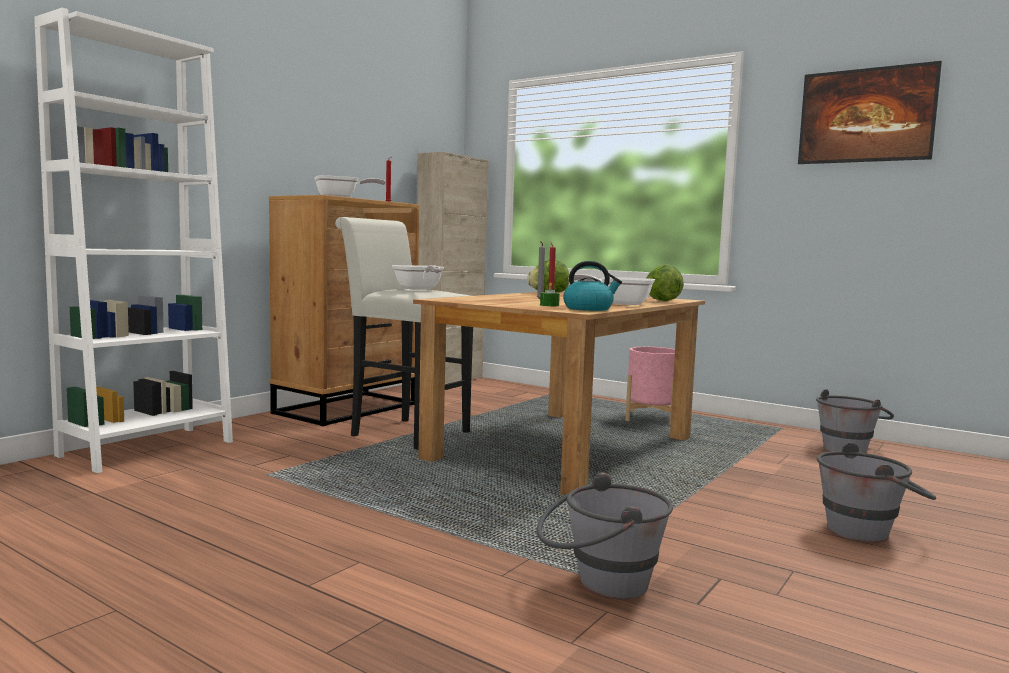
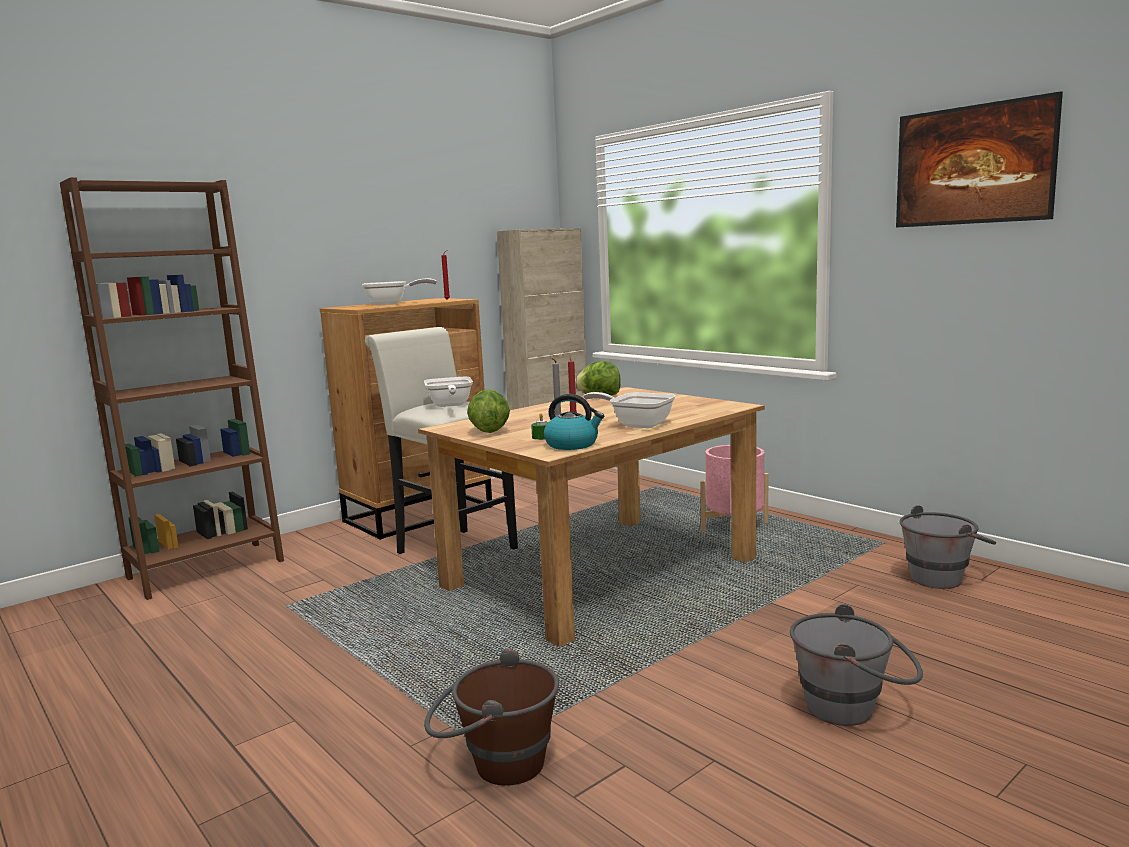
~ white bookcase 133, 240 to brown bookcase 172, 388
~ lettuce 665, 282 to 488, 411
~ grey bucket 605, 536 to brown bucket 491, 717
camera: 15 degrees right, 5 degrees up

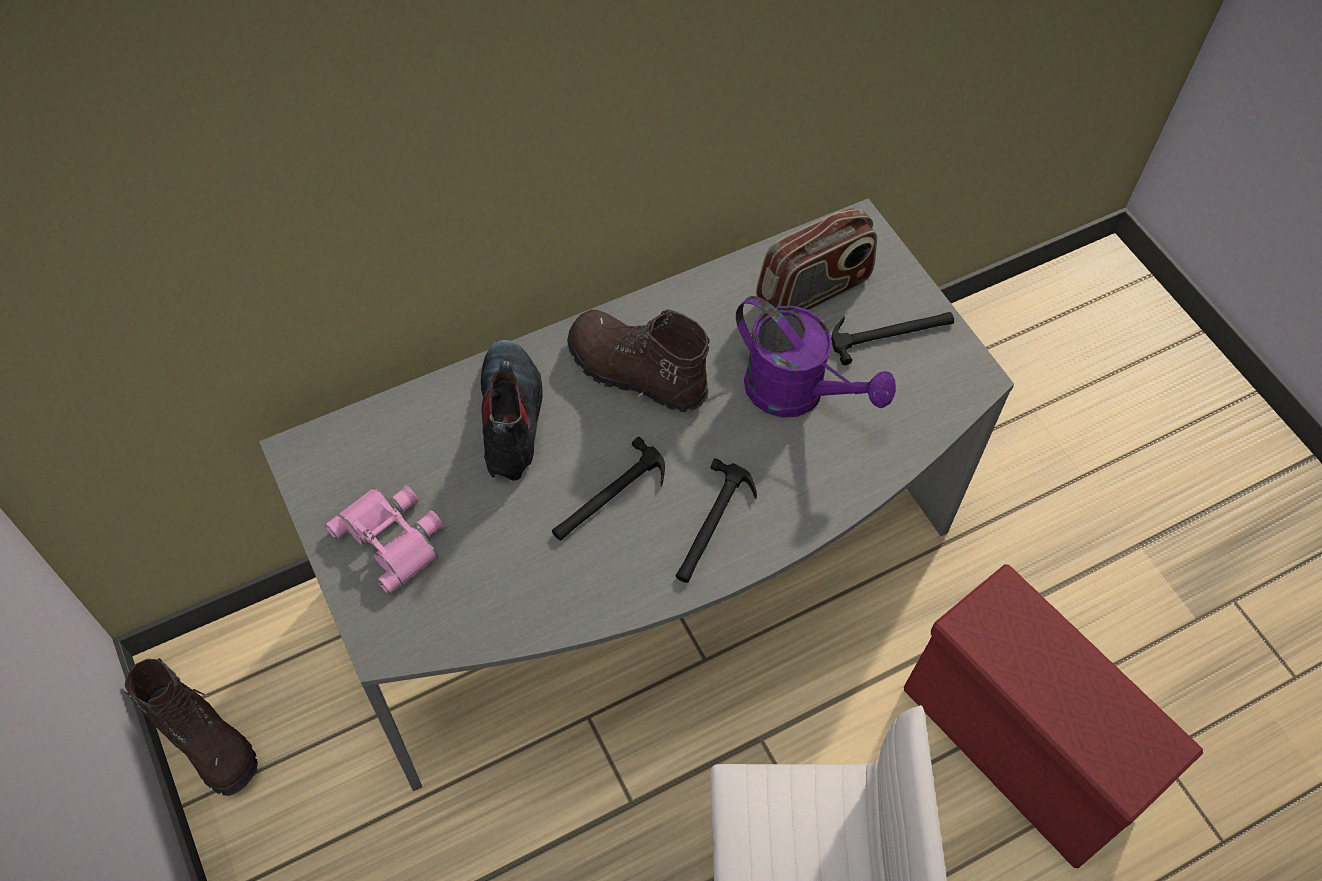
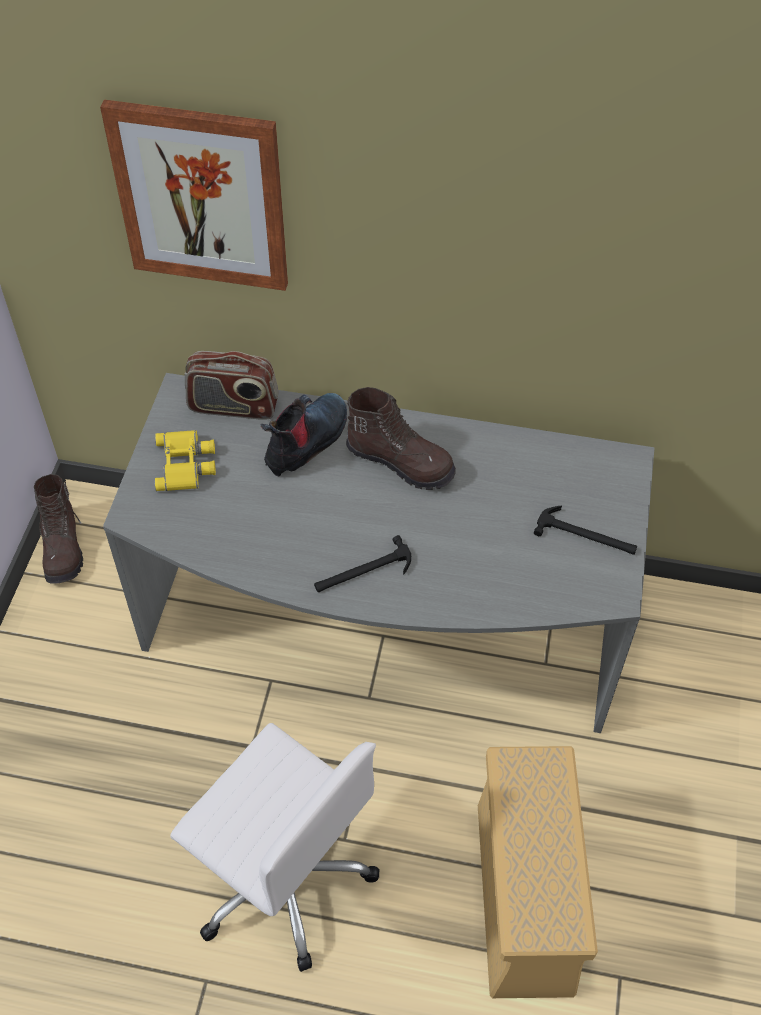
~ radio 816, 258 to 232, 385
- purple watering can 816, 357
~ brown boot 638, 360 = 401, 438 135 degrees clockwise
- hammer 608, 488
~ pink binoculars 384, 540 to yellow binoculars 185, 460
~ red storage box 1053, 716 to beige storage box 538, 872
+ picture 194, 195
camera: 40 degrees right, 5 degrees down

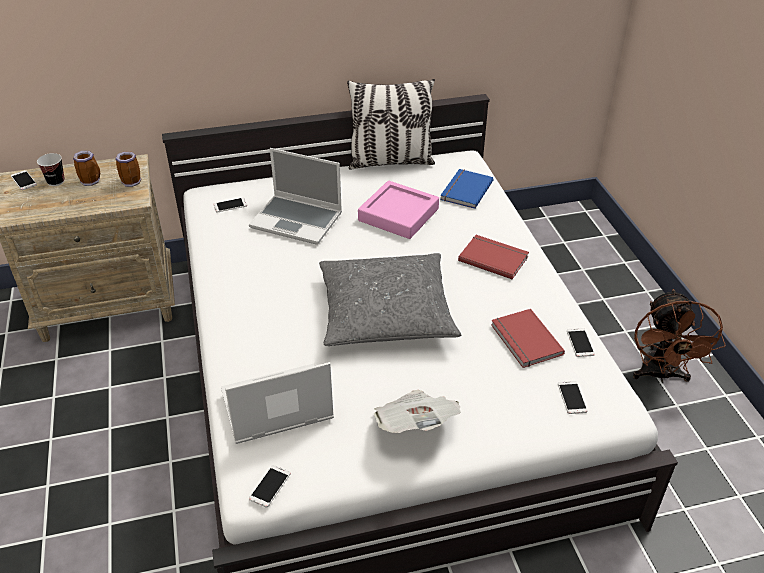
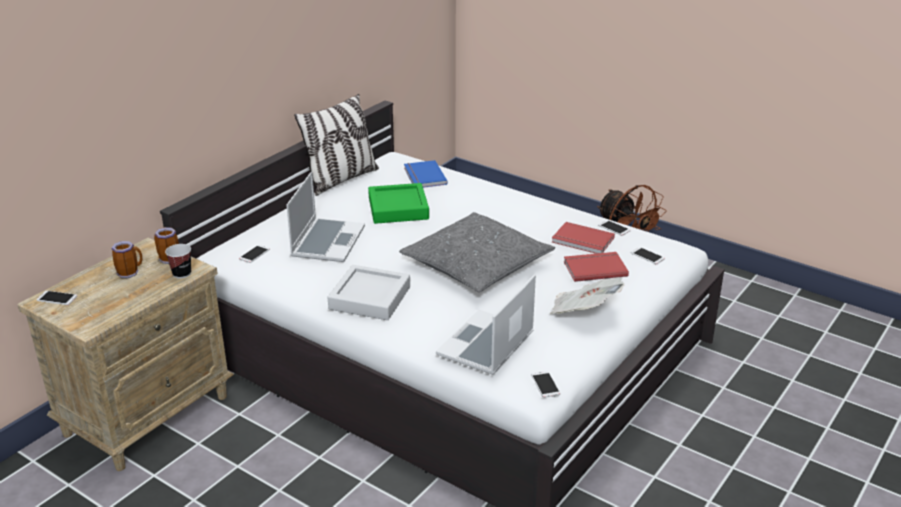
~ laptop 295, 196 = 325, 217 60 degrees counterclockwise
~ cup 51, 169 to 178, 261
~ pink tray 398, 209 to green tray 398, 203
~ red book 493, 257 to 596, 267
+ grey tray 369, 292
camera: 40 degrees left, 10 degrees down

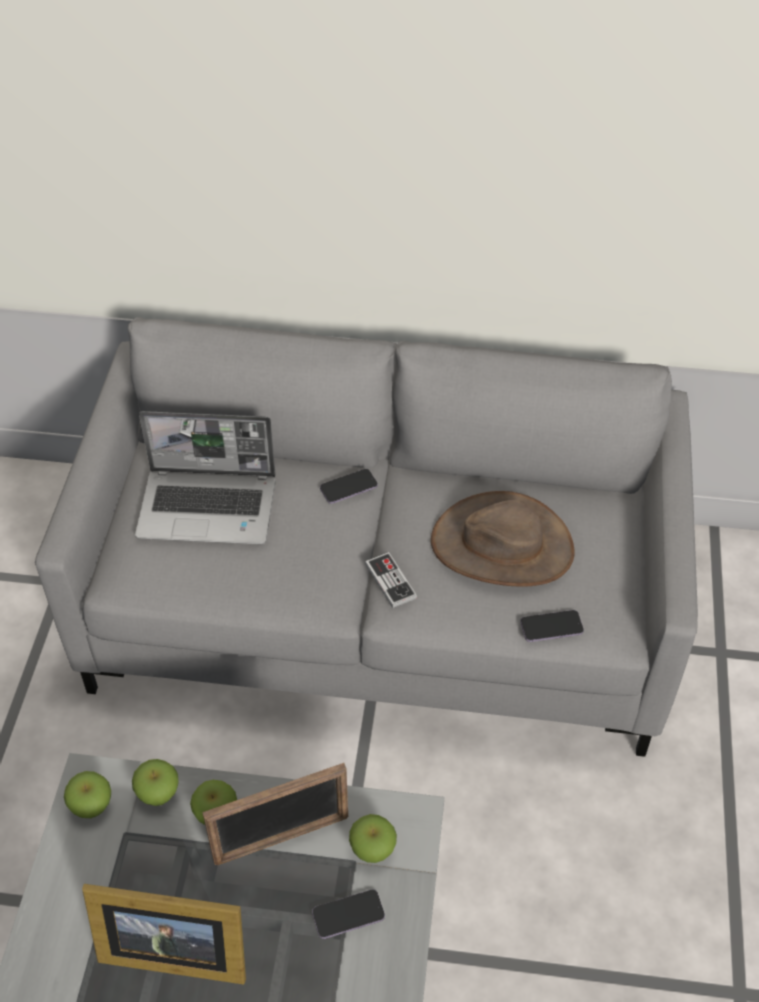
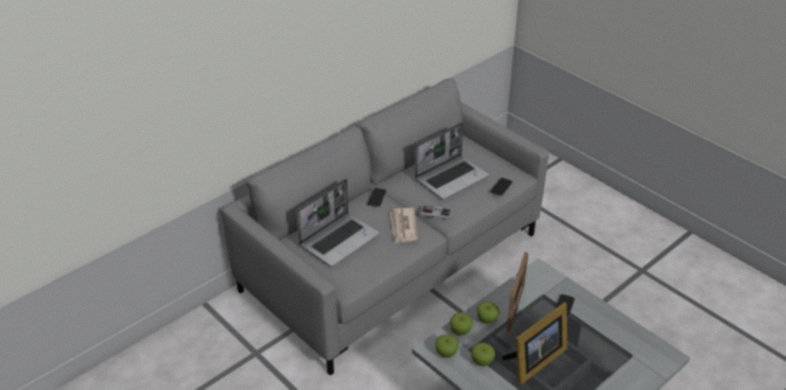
~ brown hat 502, 539 to laptop 452, 160
~ apple 373, 838 to 483, 354
+ newspaper 404, 225
camera: 50 degrees left, 10 degrees down

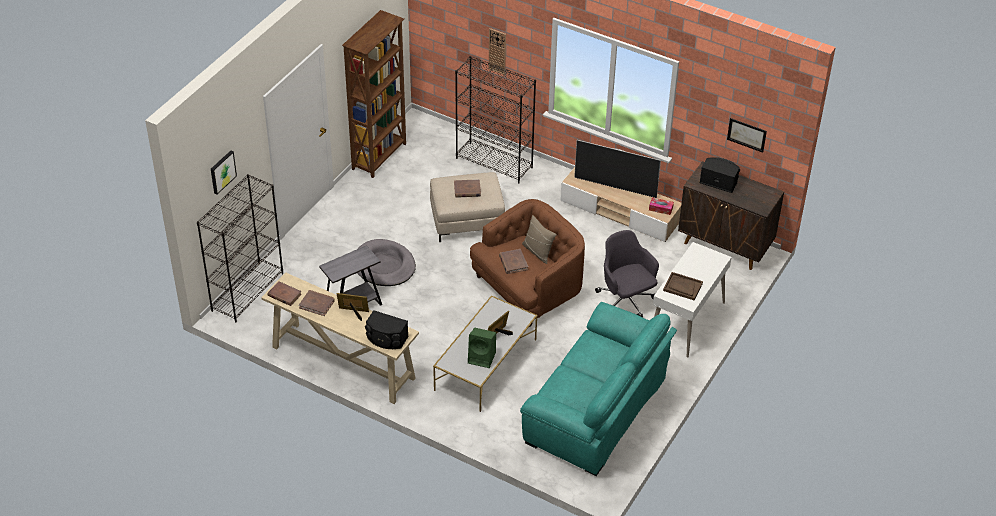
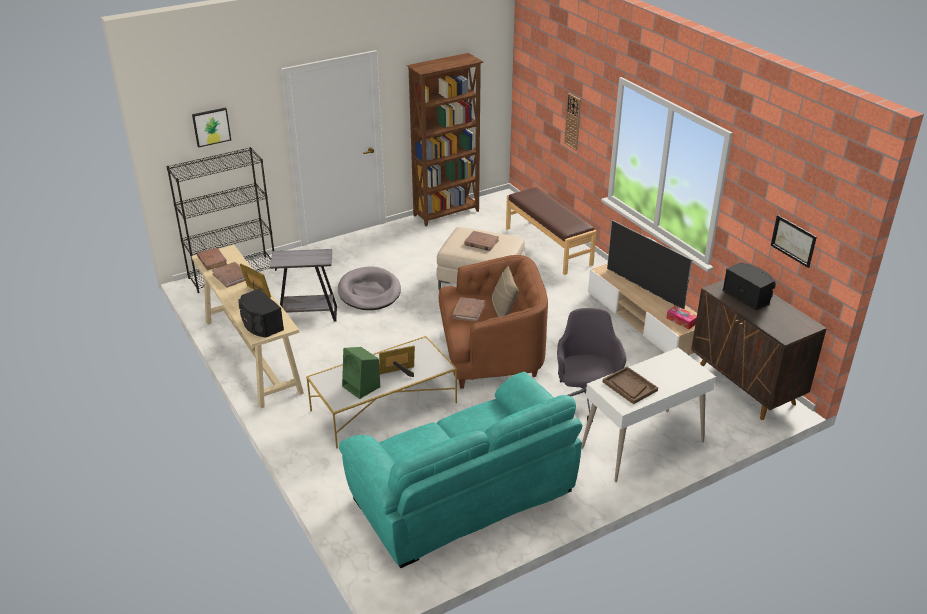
~ black bookcase 495, 119 to brown bench 551, 231
camera: 30 degrees right, 10 degrees down

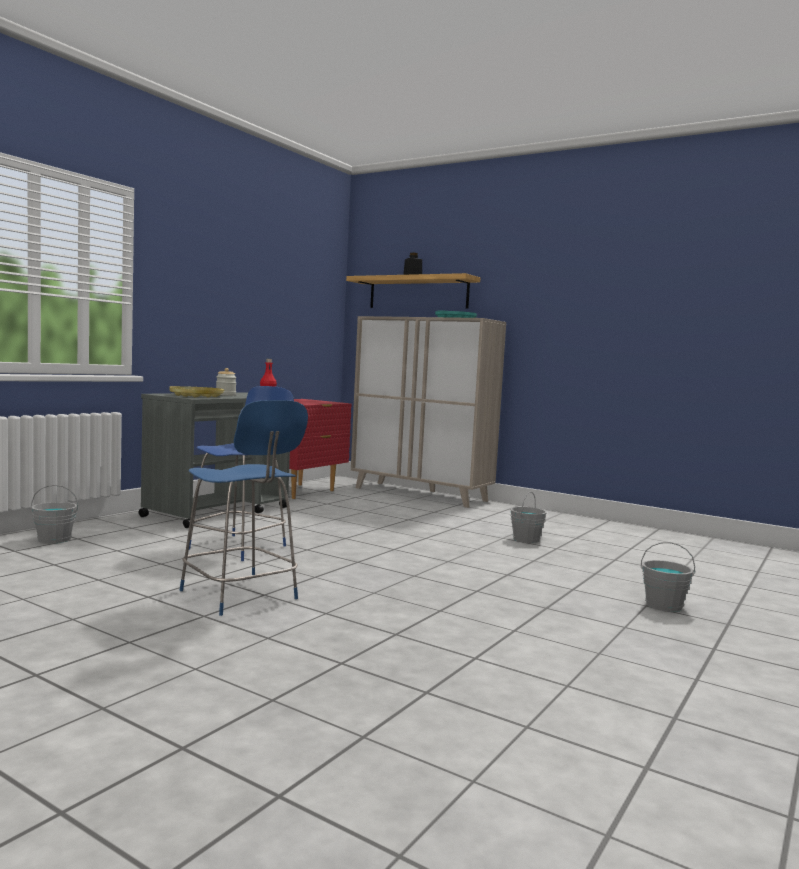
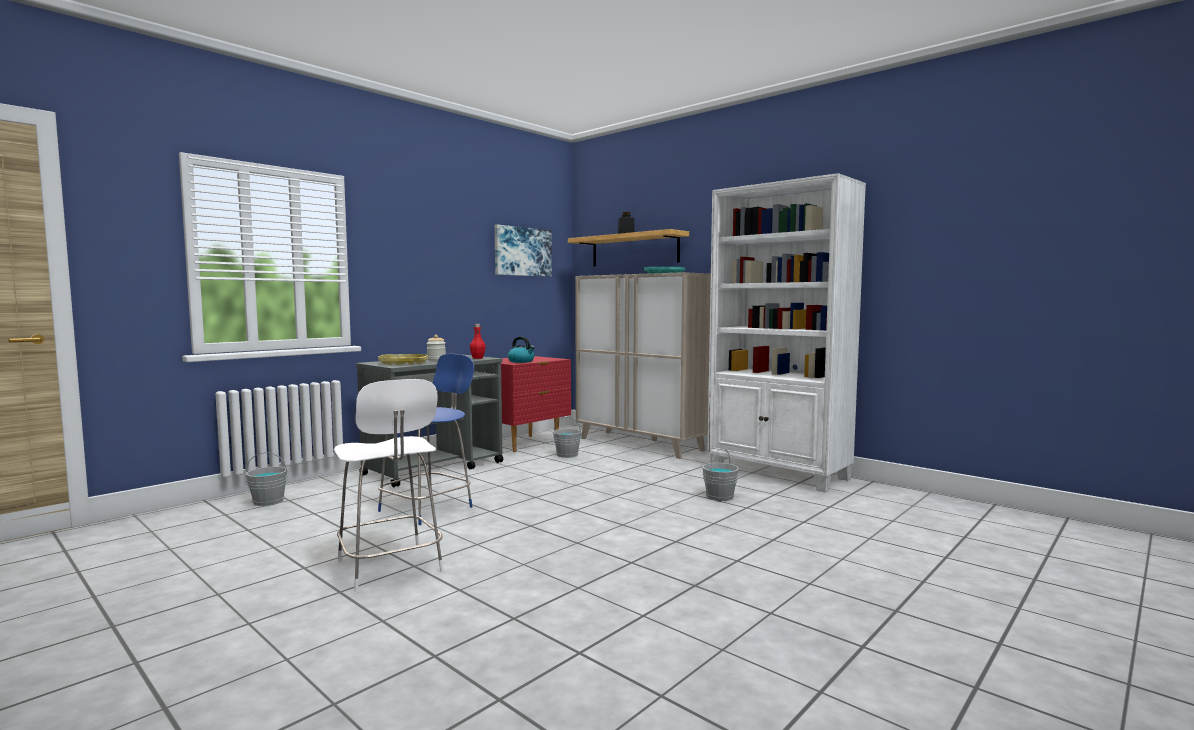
~ blue chair 243, 508 to white chair 389, 485
~ grey bucket 668, 577 to 567, 437
+ white bookcase 786, 333
+ picture 523, 251
+ kettle 521, 349
camera: 10 degrees right, 0 degrees up

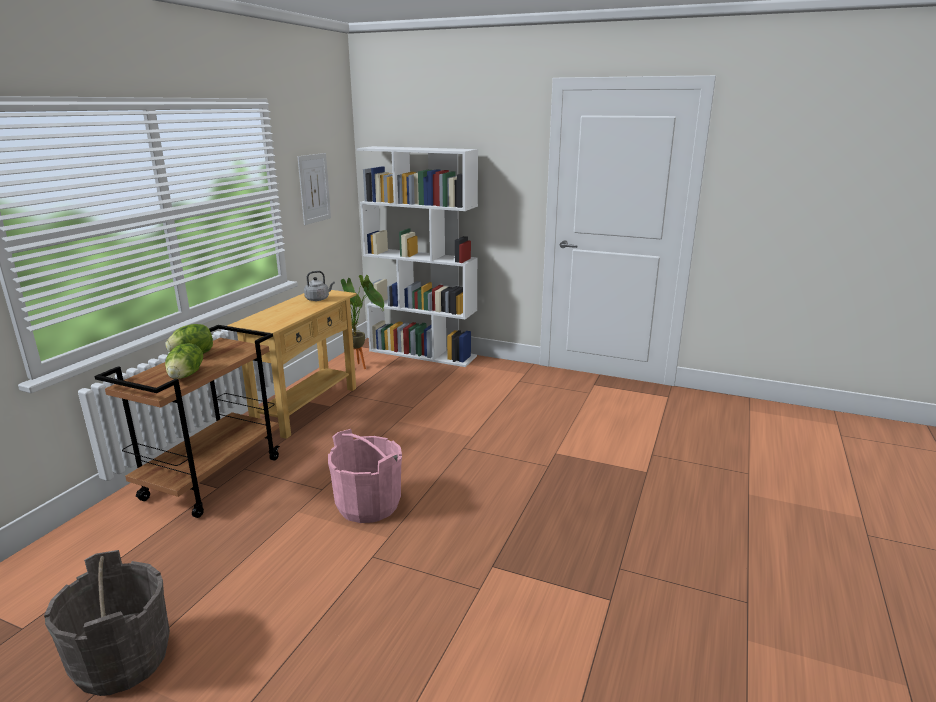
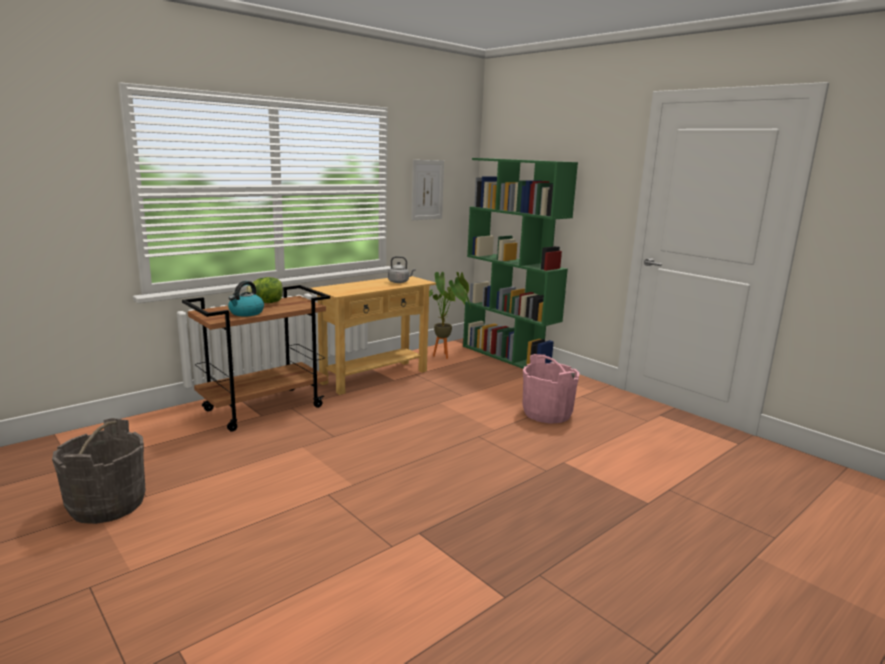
~ white bookcase 417, 256 to green bookcase 520, 263
~ lettuce 184, 361 to kettle 246, 298
~ pink bucket 365, 476 to 550, 389
camera: 25 degrees right, 5 degrees down

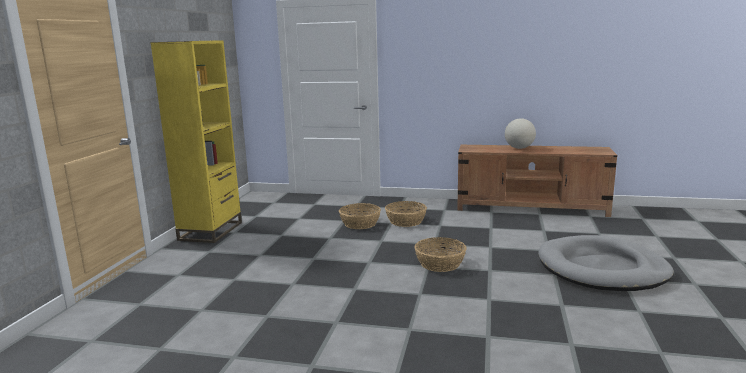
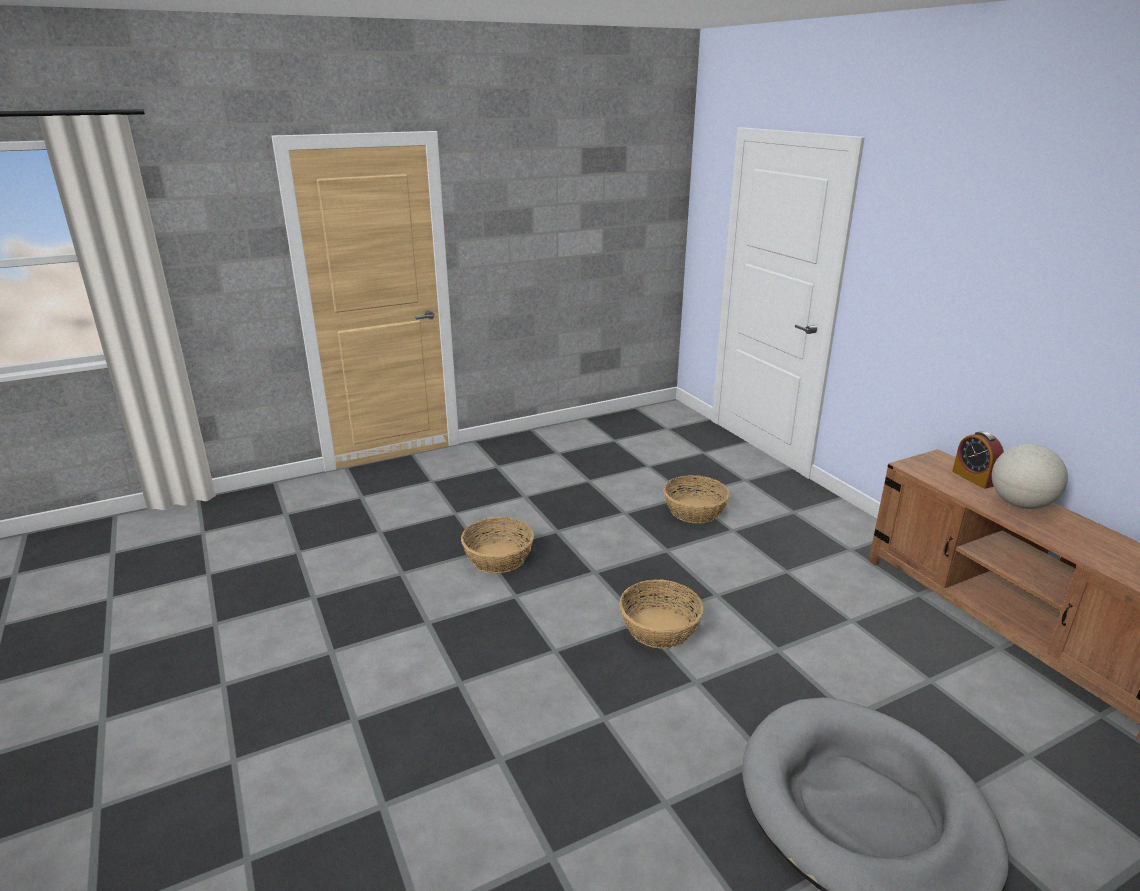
- yellow bookcase 196, 141
~ basket 406, 214 to 497, 545
+ alarm clock 978, 460
camera: 50 degrees right, 10 degrees up

